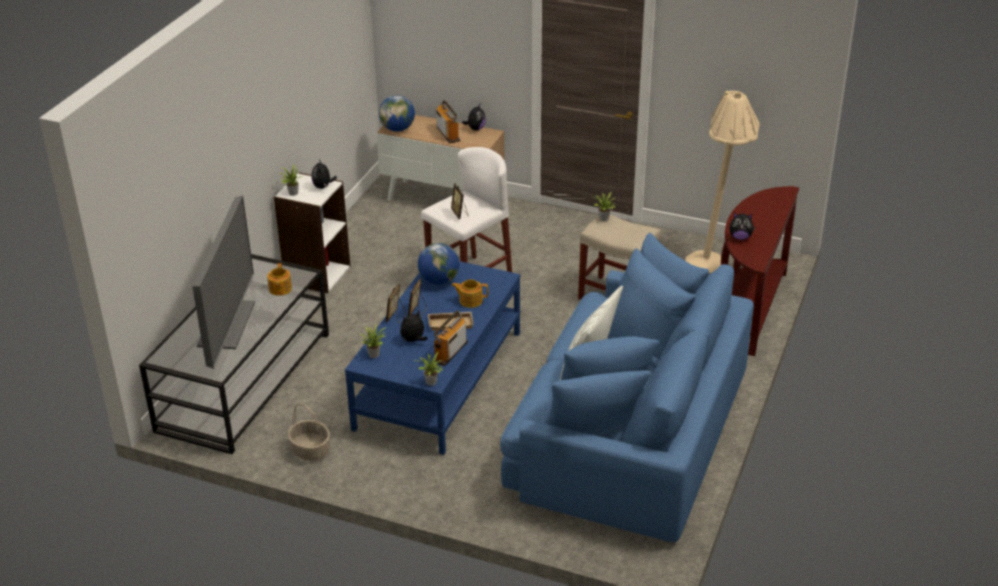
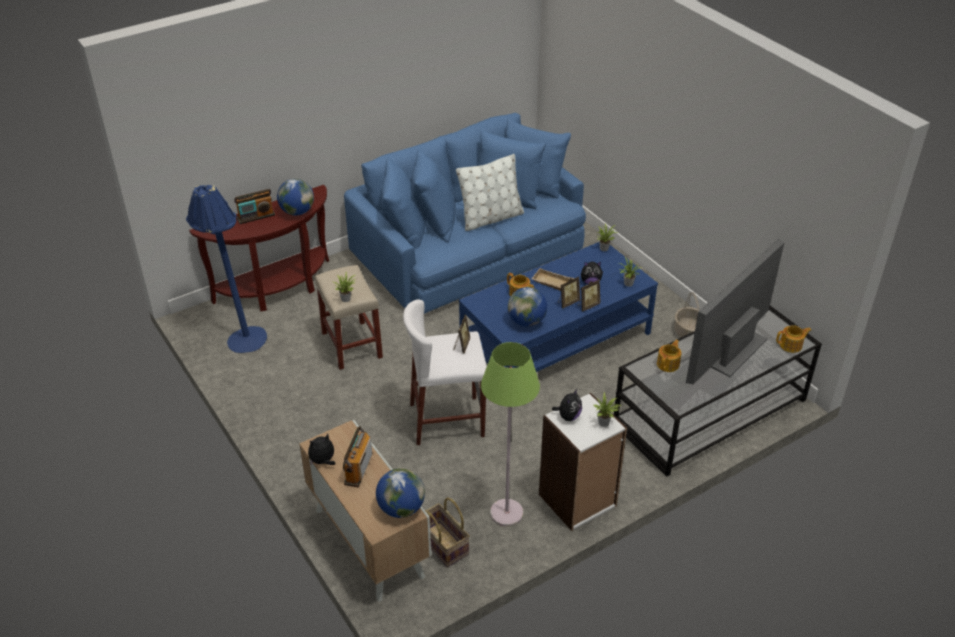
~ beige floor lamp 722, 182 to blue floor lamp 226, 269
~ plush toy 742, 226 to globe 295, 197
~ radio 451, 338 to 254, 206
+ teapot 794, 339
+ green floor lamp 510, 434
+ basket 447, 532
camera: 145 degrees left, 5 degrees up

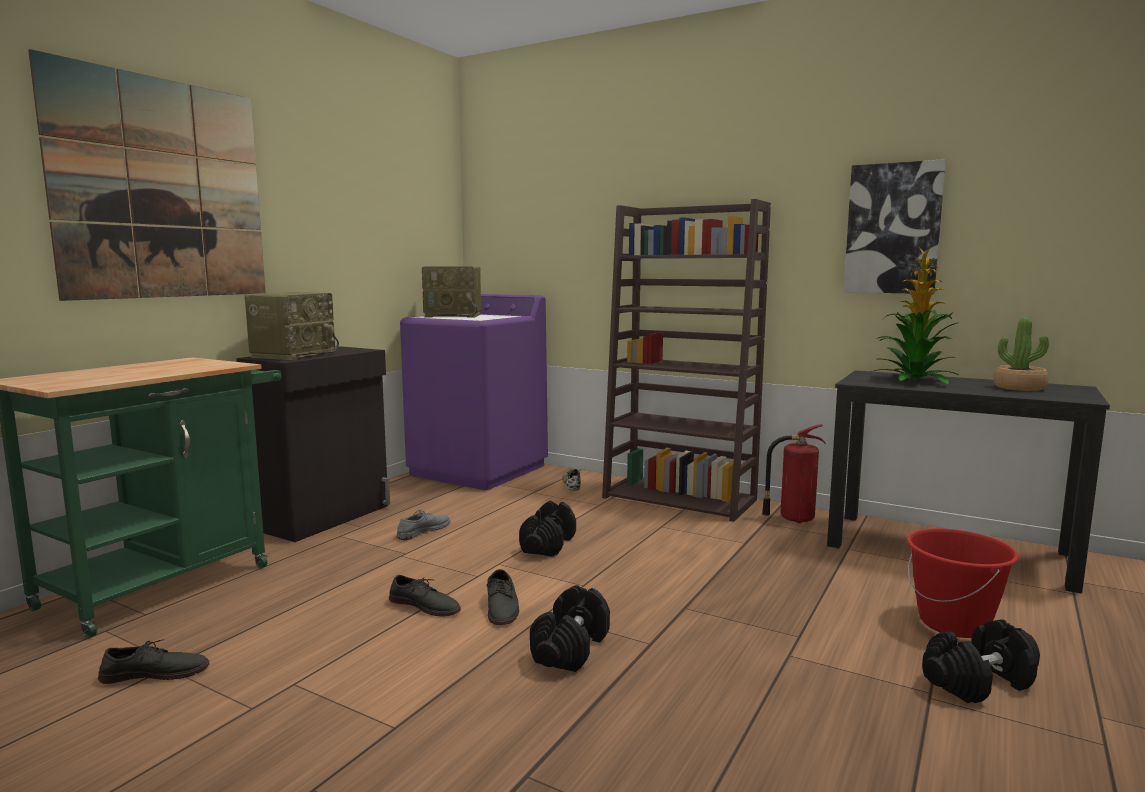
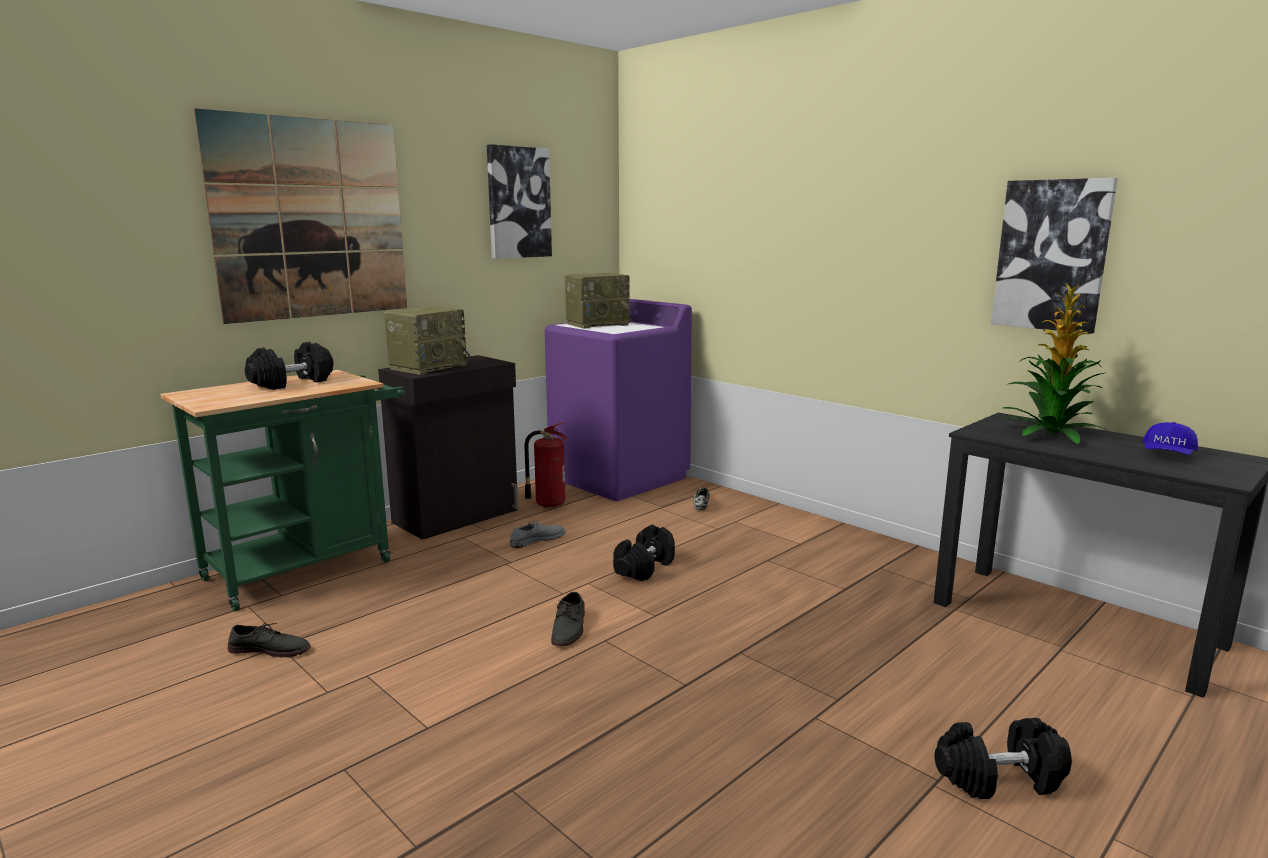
- brown bookcase 686, 360
~ radio 451, 292 = 599, 301 45 degrees counterclockwise
~ potted plant 1021, 354 to blue cap 1170, 438
~ fire extinguisher 794, 473 to 546, 465
- red bucket 963, 583
- grey shoe 425, 596
~ black dumbbell 570, 628 to 289, 366
+ picture 519, 201
camera: 15 degrees right, 5 degrees up

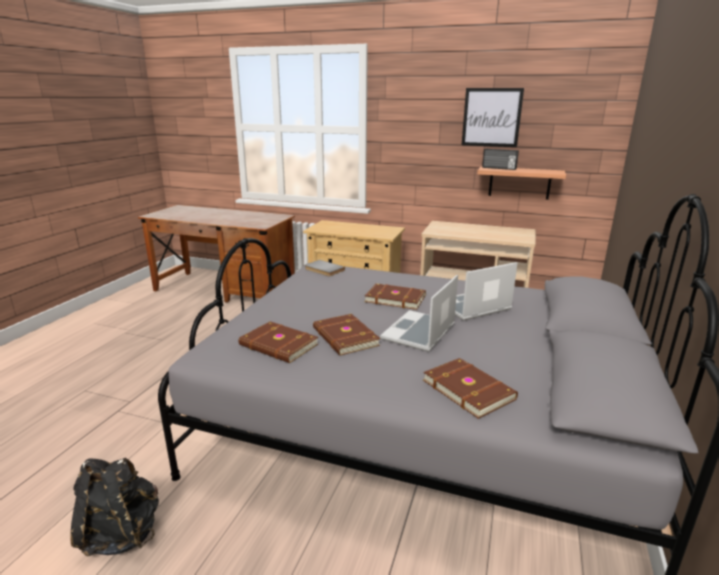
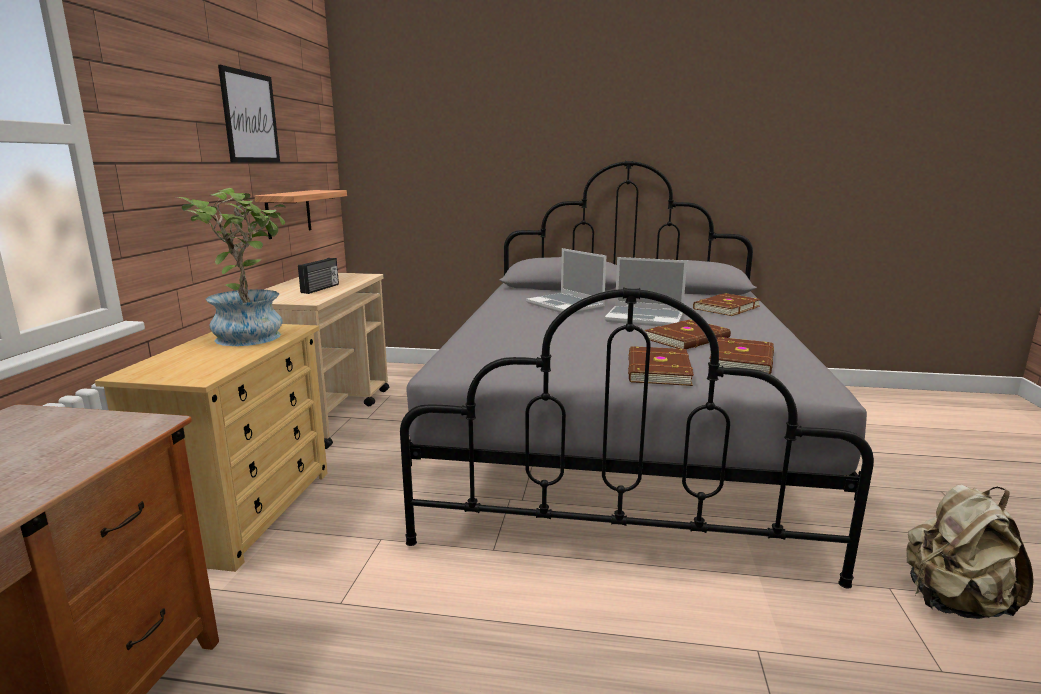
~ radio 500, 159 to 318, 276
- grey book 325, 268
~ brown book 395, 296 to 661, 366
~ black backpack 114, 507 to beige backpack 970, 551
+ potted plant 231, 267
camera: 100 degrees left, 5 degrees down

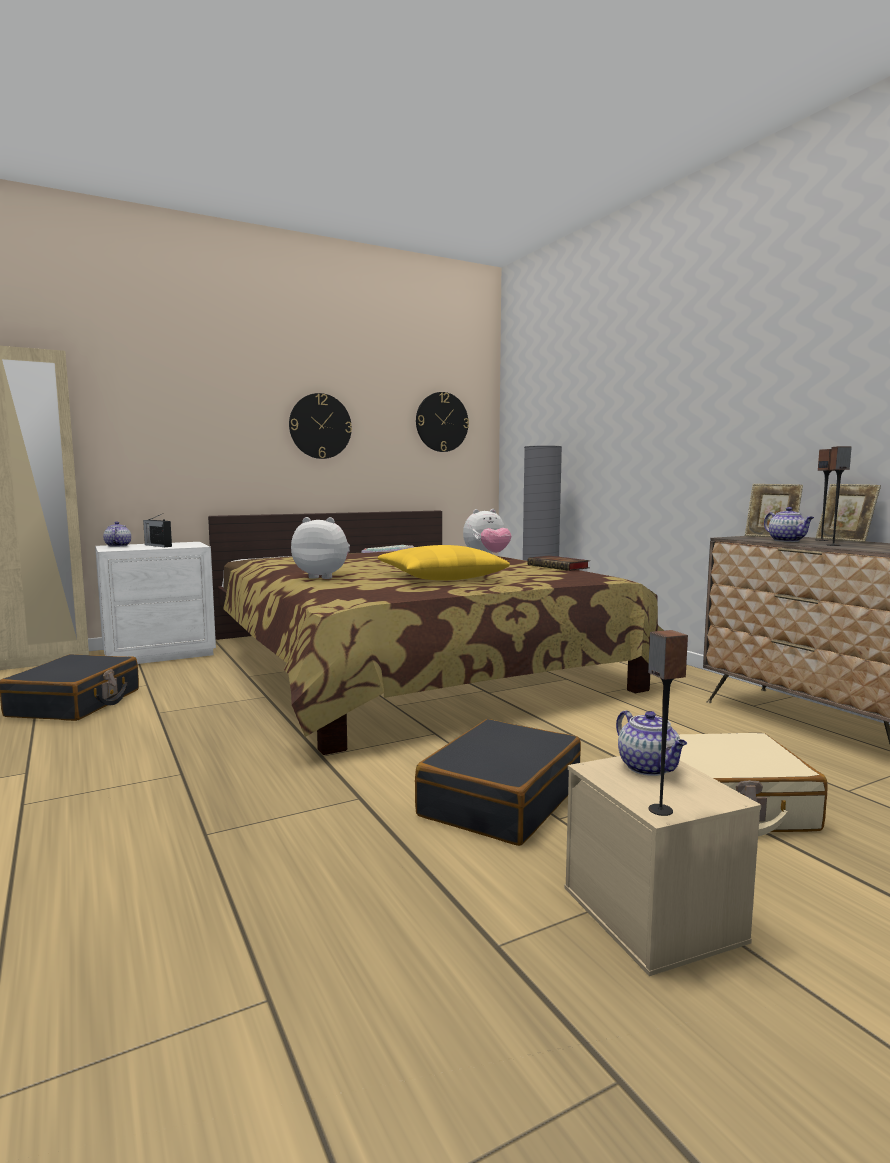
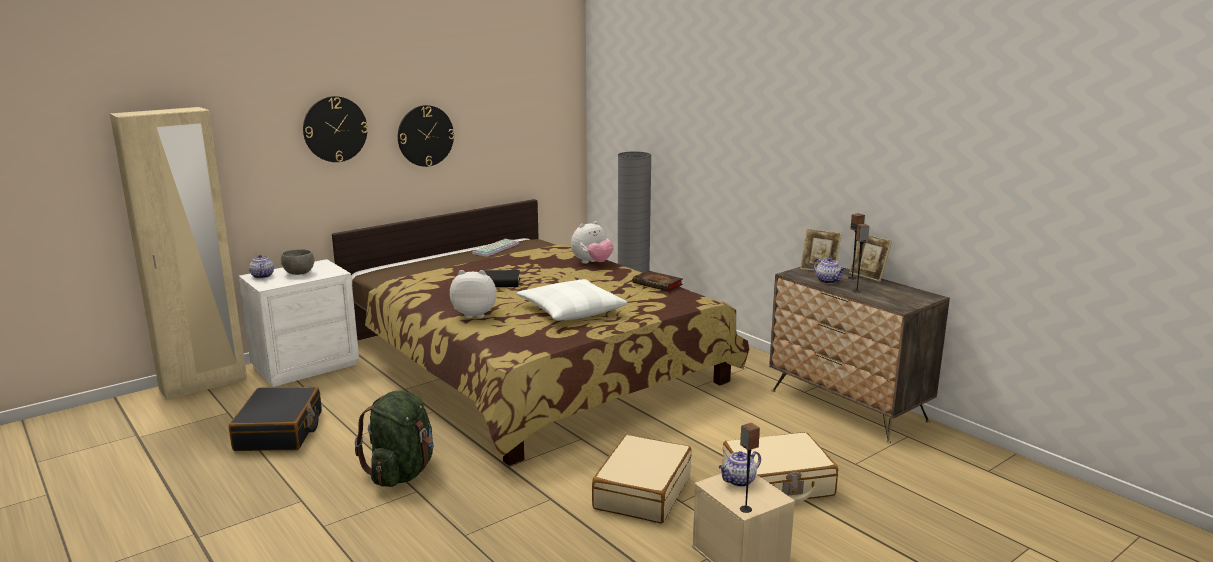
~ wall clock 442, 422 to 335, 129
~ radio 157, 530 to grey bowl 297, 262
~ yellow pillow 444, 562 to white pillow 571, 300
~ teapot 651, 743 = 740, 469 90 degrees clockwise
~ black suitcase 498, 782 to beige suitcase 641, 479
+ black book 502, 278
+ green backpack 394, 439
camera: 10 degrees left, 10 degrees up

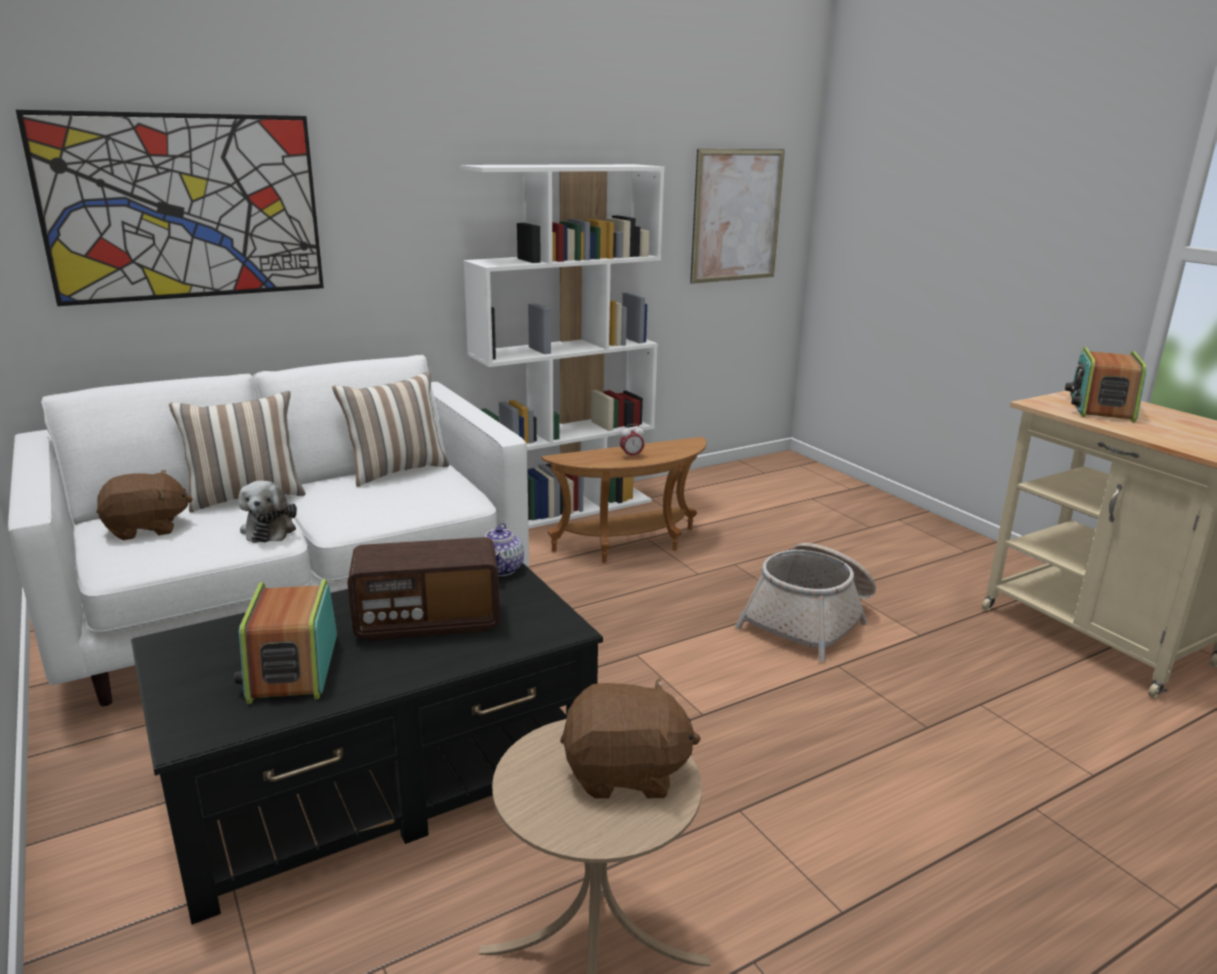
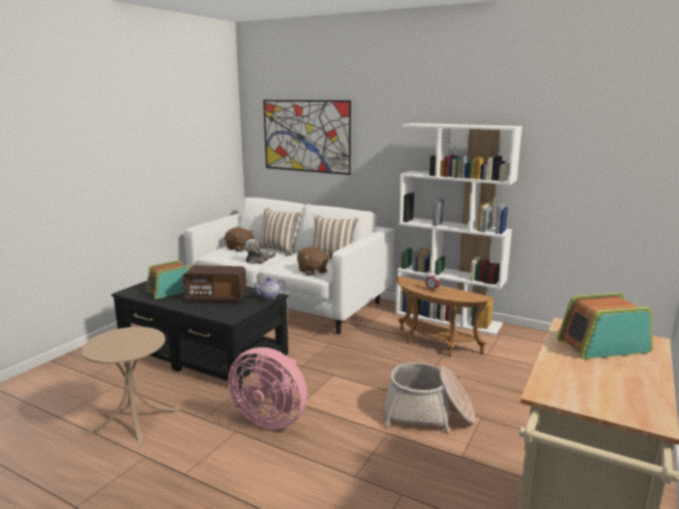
- picture 737, 216
~ radio 423, 588 = 215, 284 45 degrees counterclockwise
~ brown plush toy 630, 738 to 313, 261
+ pink fan 267, 388
camera: 60 degrees right, 5 degrees down

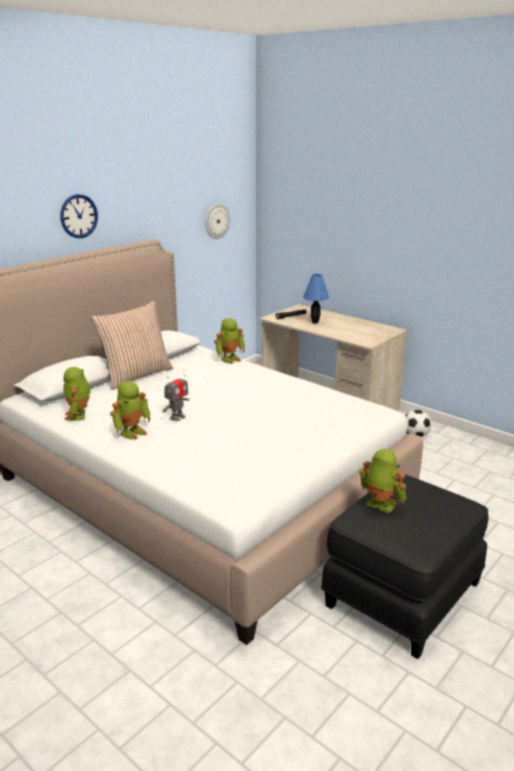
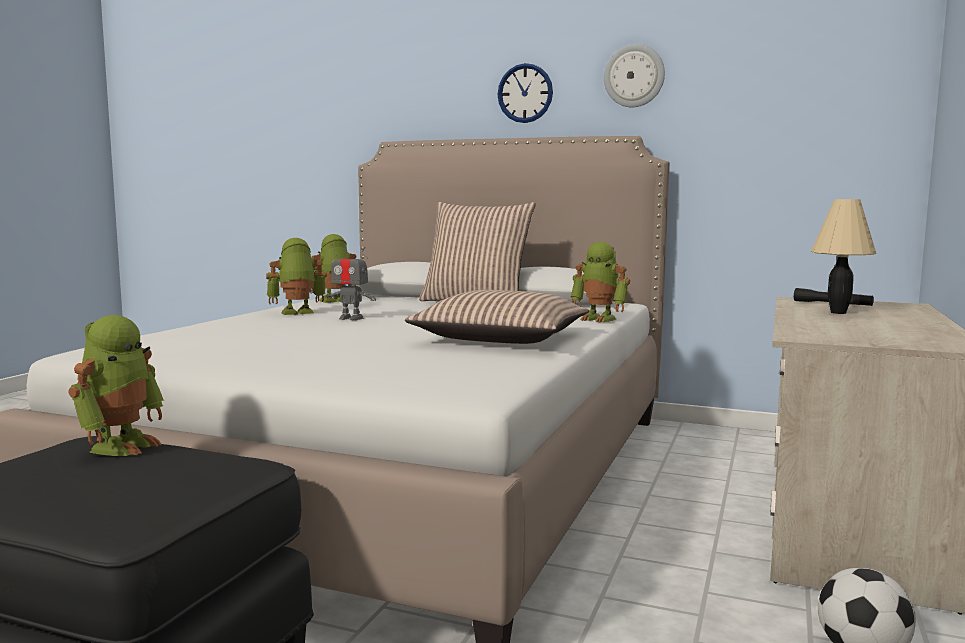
~ wall clock 217, 221 to 634, 75
~ blue table lamp 316, 299 to beige table lamp 843, 256
~ toy robot 130, 410 = 296, 276 135 degrees clockwise
+ pillow 497, 317
camera: 70 degrees right, 15 degrees down

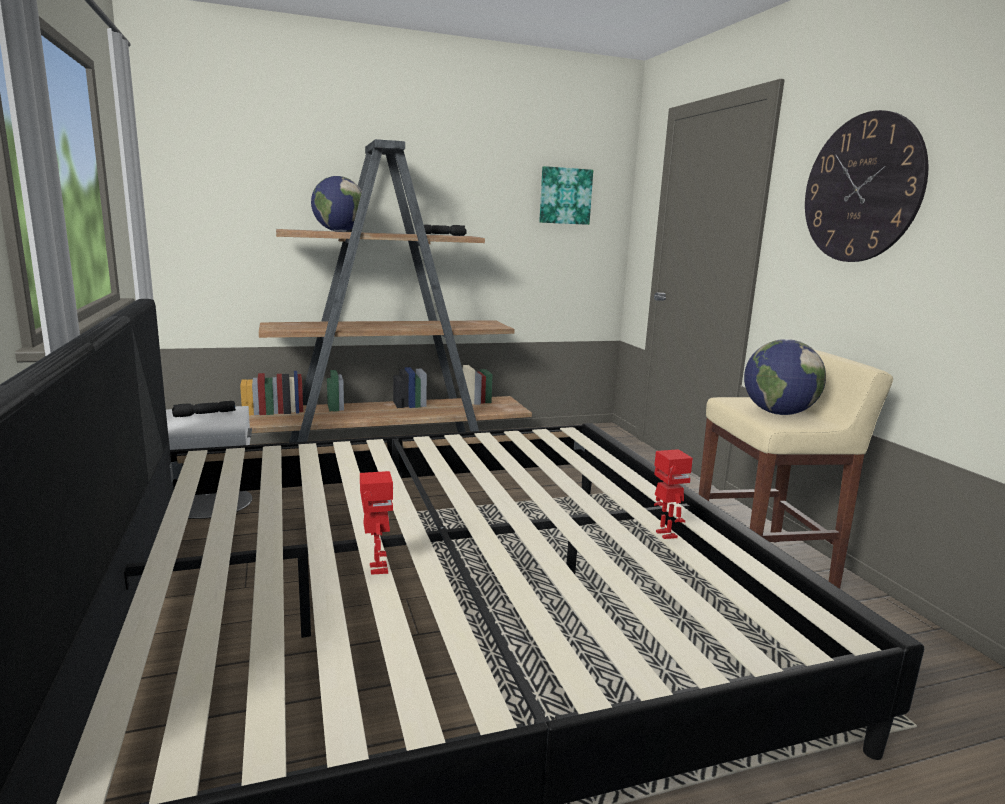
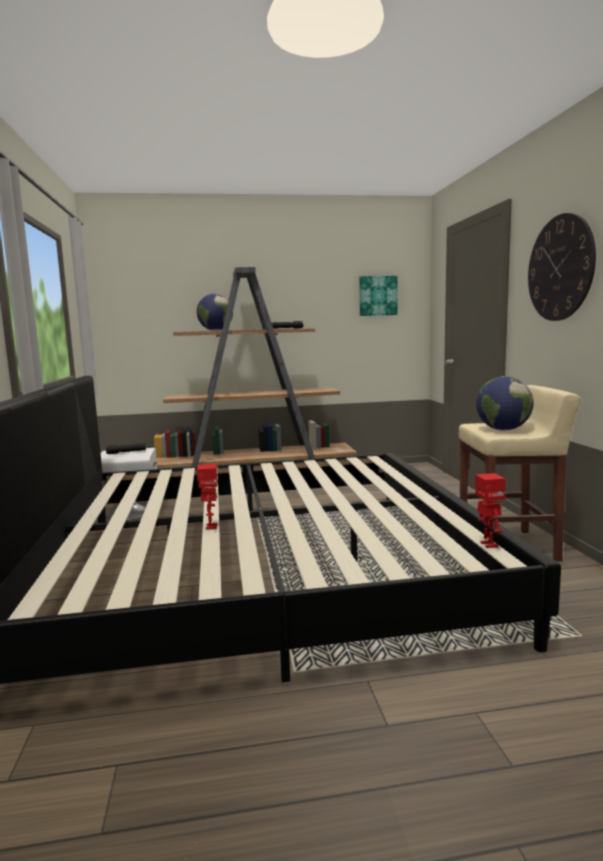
~ toy robot 673, 494 to 490, 510
camera: 10 degrees right, 5 degrees down

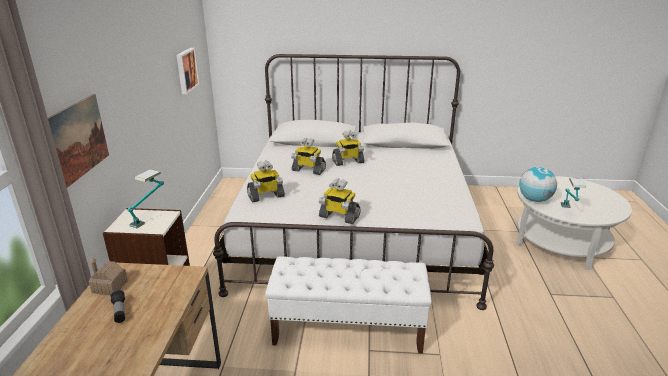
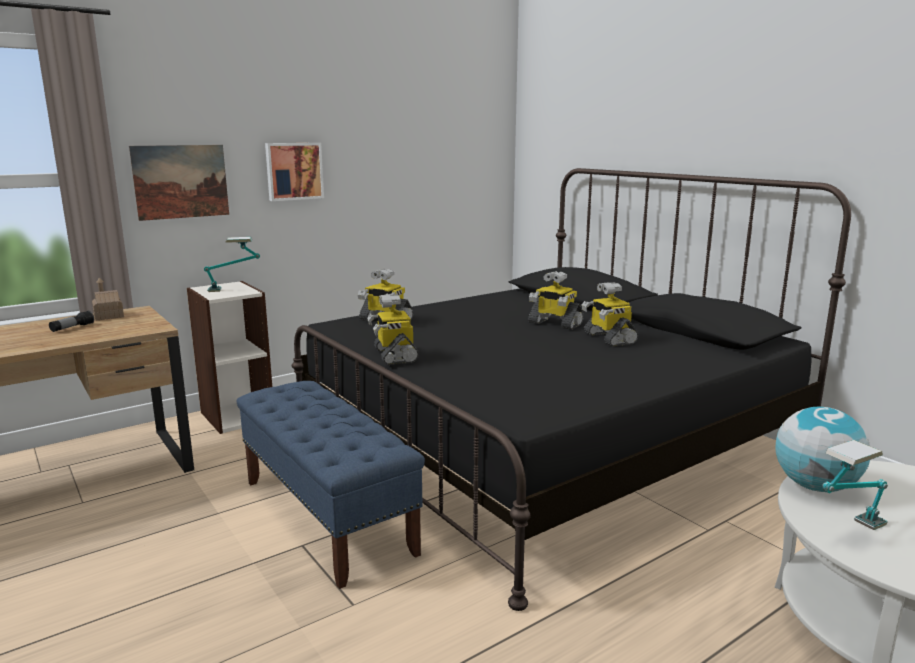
~ picture 188, 71 to 294, 172
~ white bed 353, 182 to black bed 571, 389
~ toy robot 308, 156 to 610, 314
~ white bench 348, 305 to blue bench 331, 485
camera: 50 degrees right, 10 degrees down

